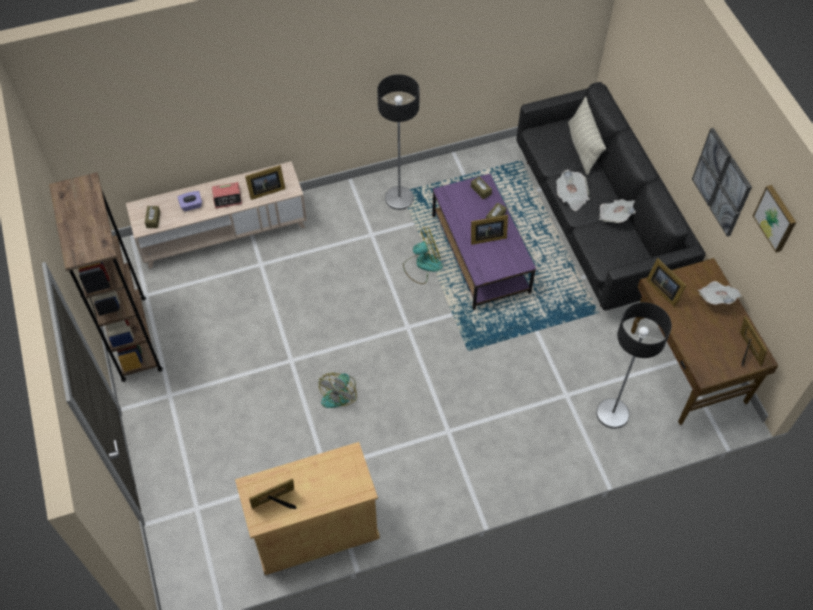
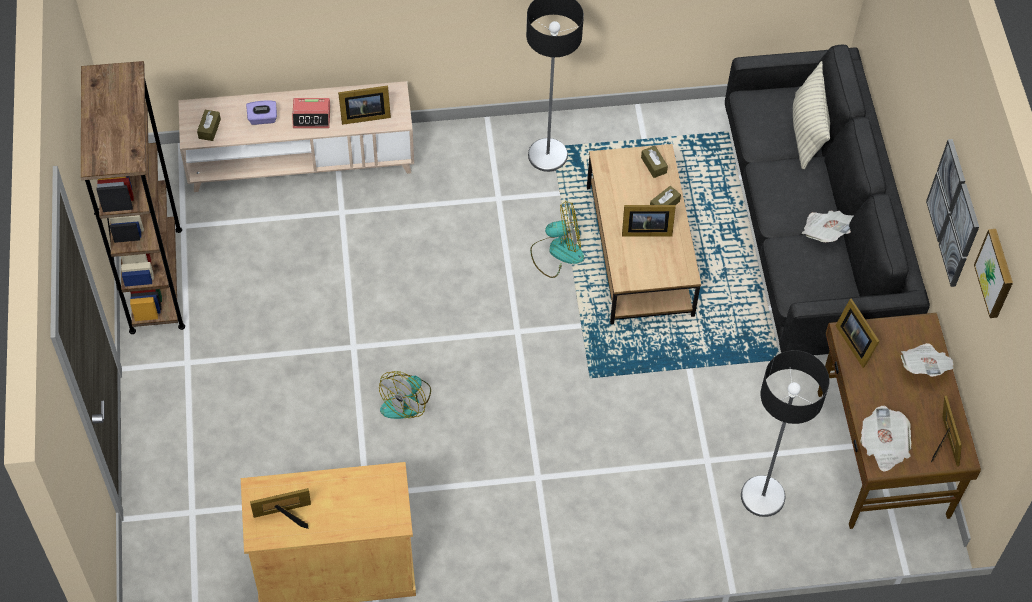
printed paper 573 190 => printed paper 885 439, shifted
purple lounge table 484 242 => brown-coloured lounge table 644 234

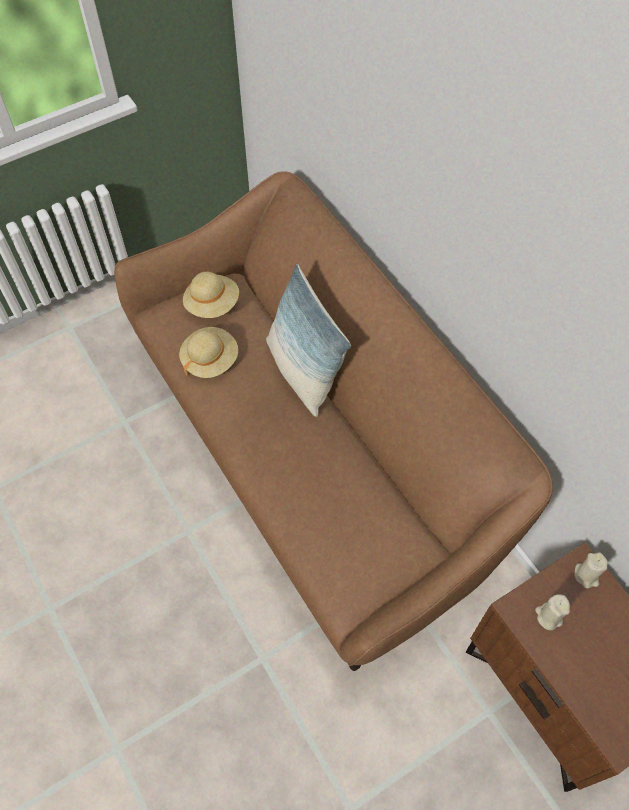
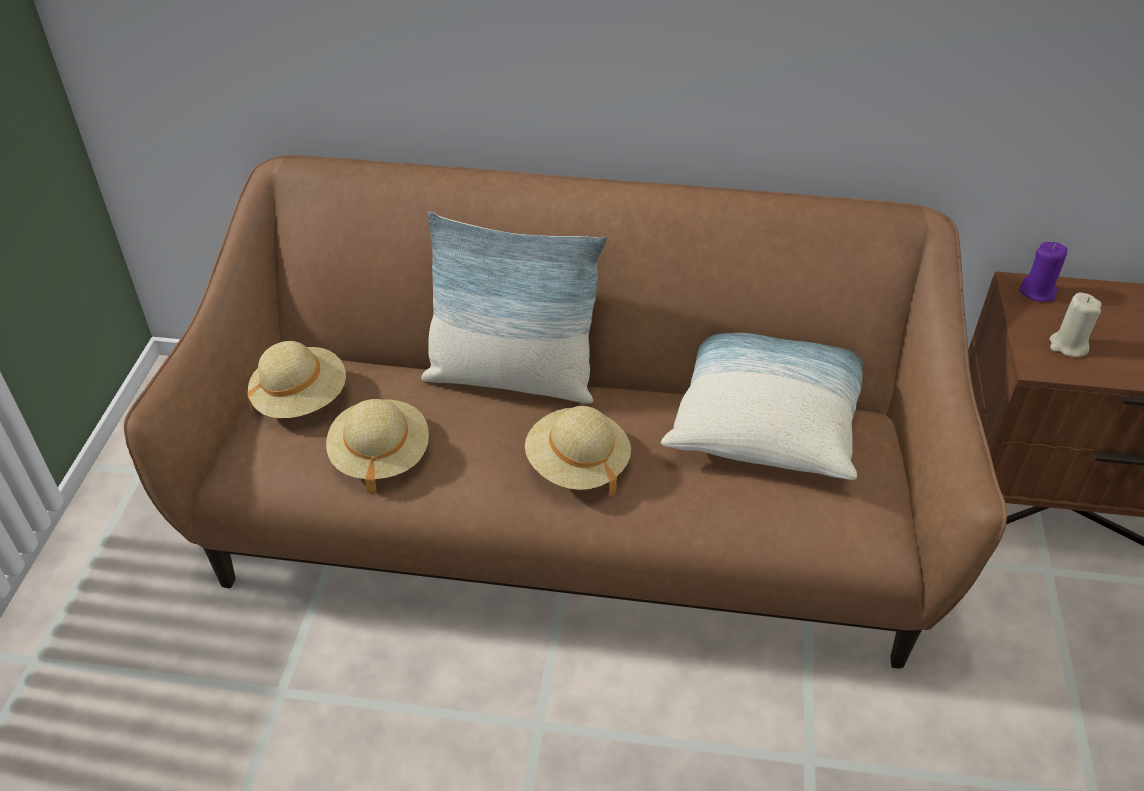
sand-coloured wax candle 591 570 => purple wax candle 1043 272
nothing => pillow 762 406
nothing => sand-coloured hat 578 451

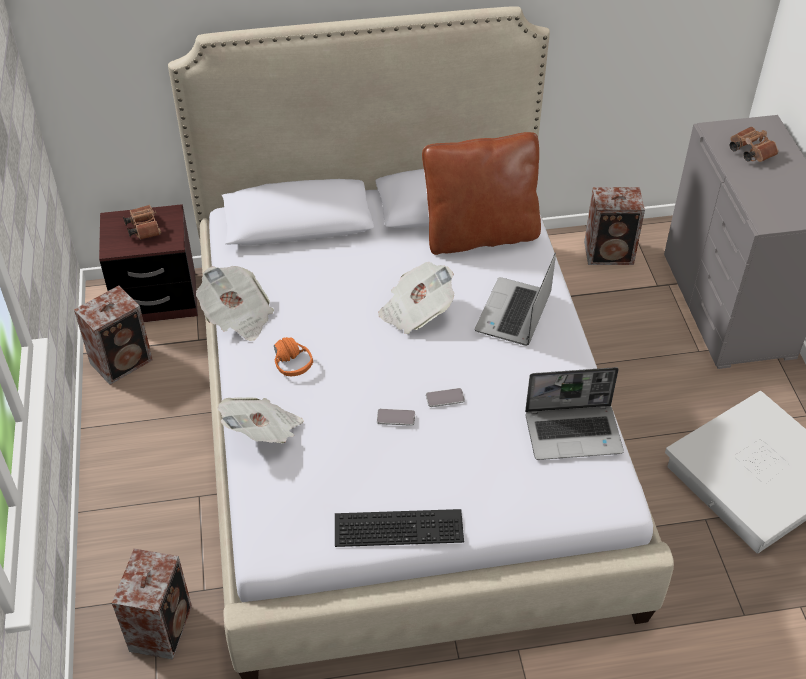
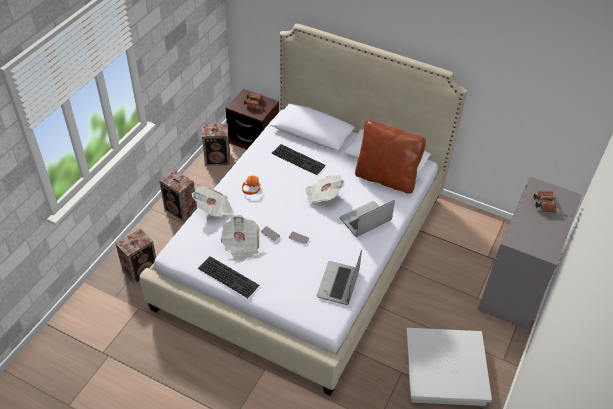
speaker 614 226 => speaker 178 195, shifted
printed paper 235 303 => printed paper 240 239, shifted
portable computer 574 413 => portable computer 339 277, 75 degrees clockwise
nothing => keyboard 299 159

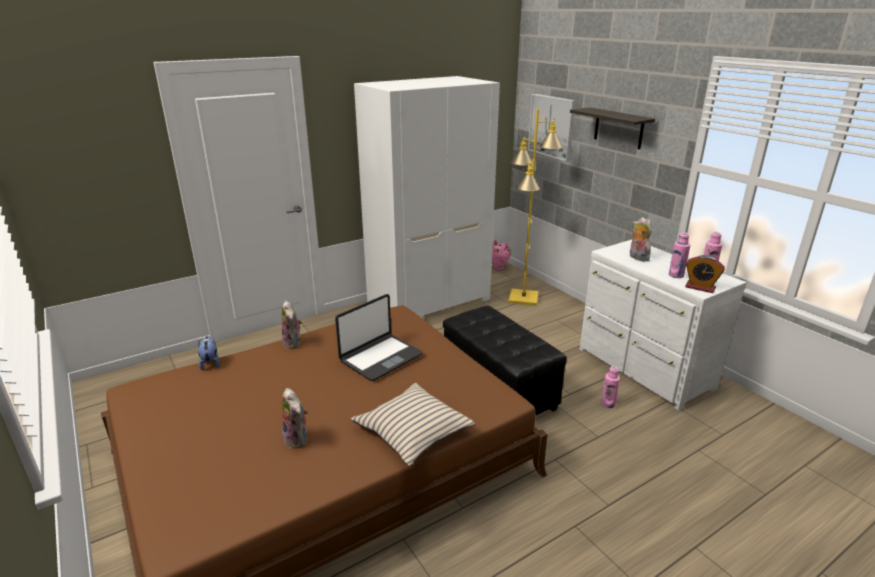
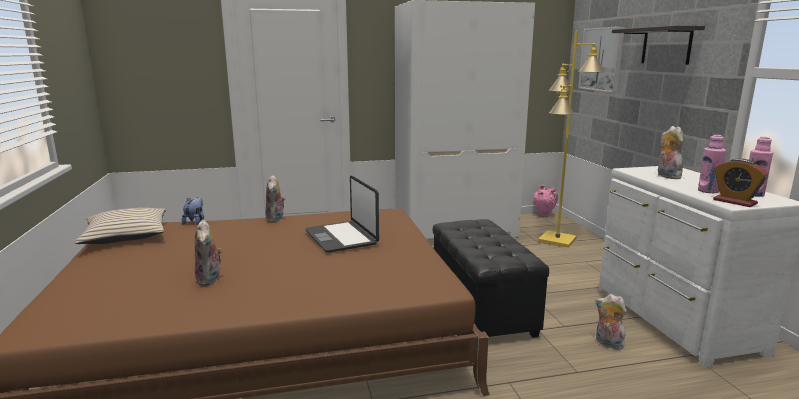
portable computer 379 337 => portable computer 342 214, 90 degrees clockwise
pink drink bottle 610 387 => cuddly toy 611 322
sand-coloured pillow 413 424 => sand-coloured pillow 120 226, shifted

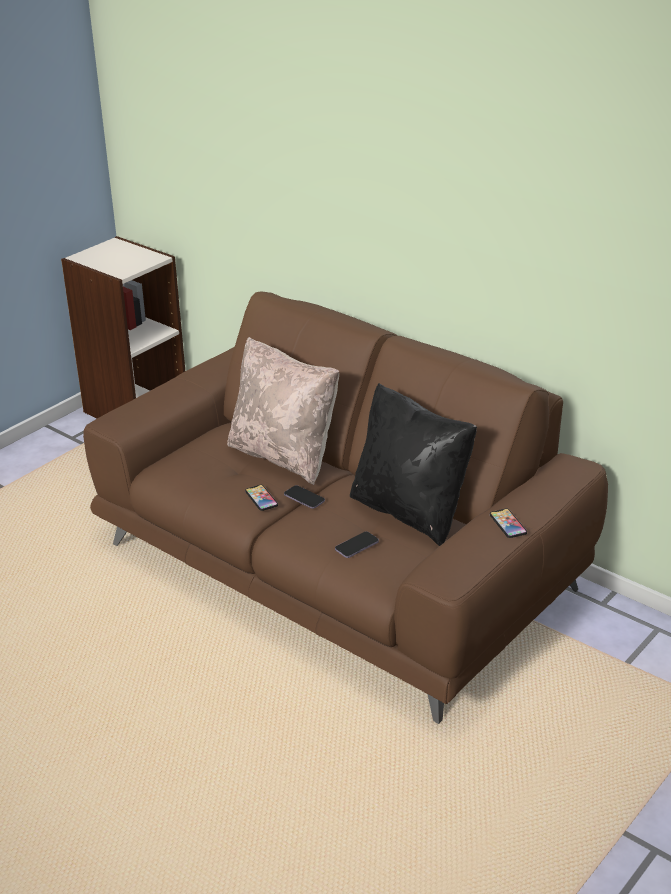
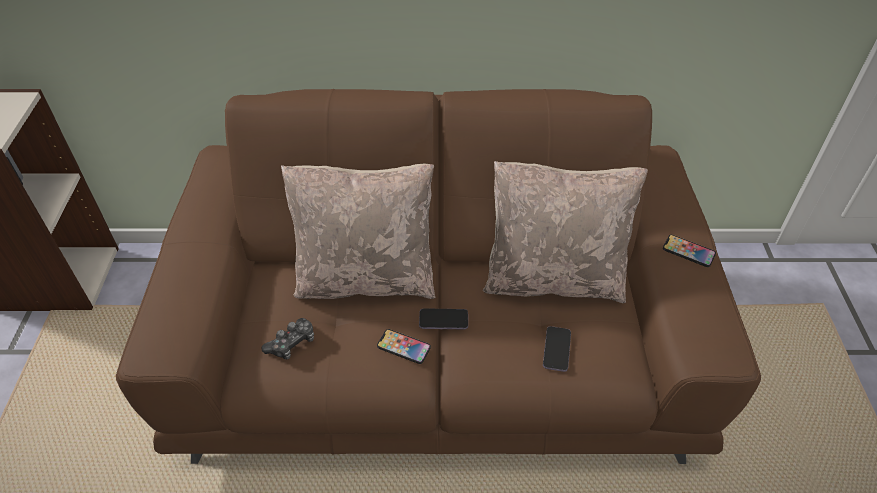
black pillow 413 464 => sand-coloured pillow 565 232
nothing => game controller 287 338

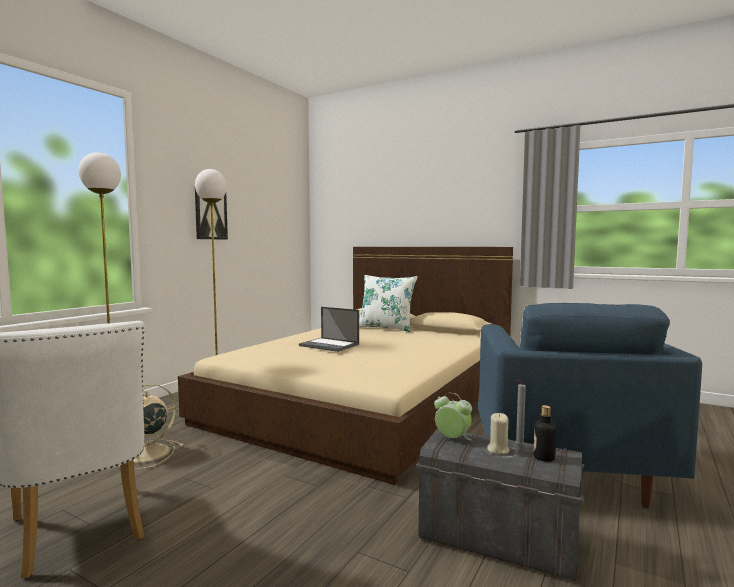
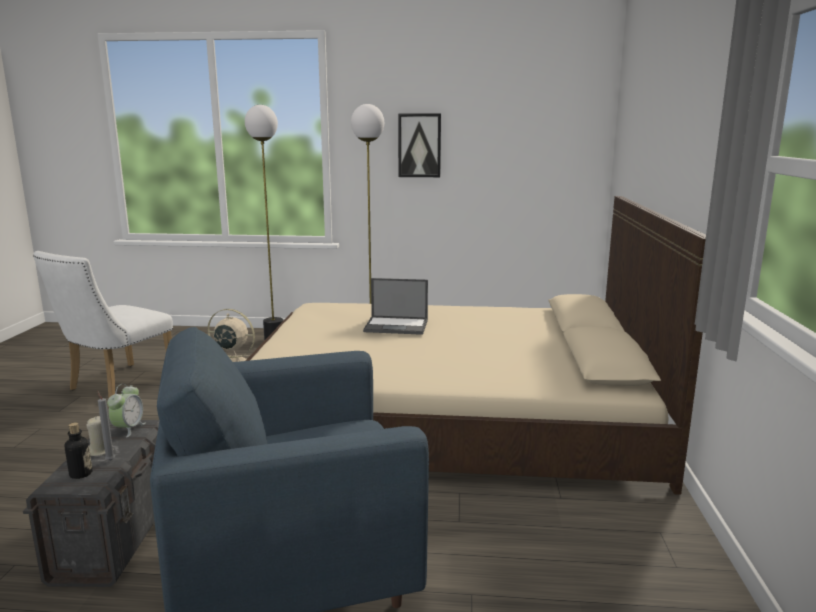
white-coloured pillow 388 303 => nothing
portable computer 329 329 => portable computer 395 306, 90 degrees counterclockwise

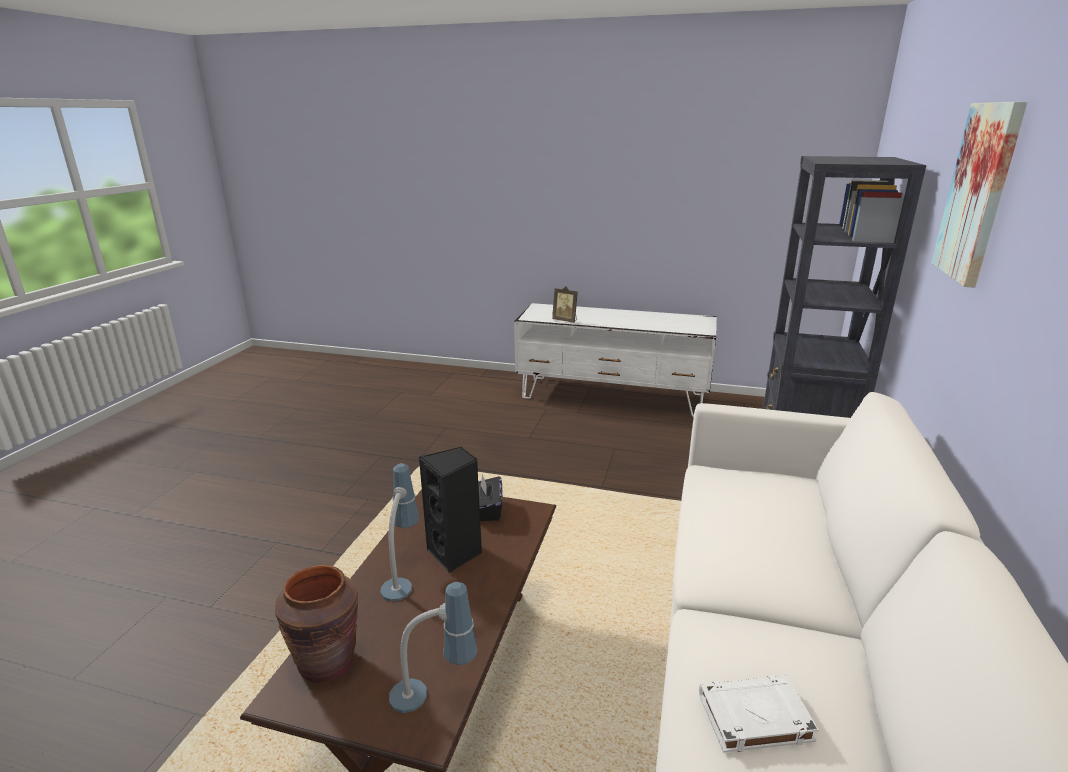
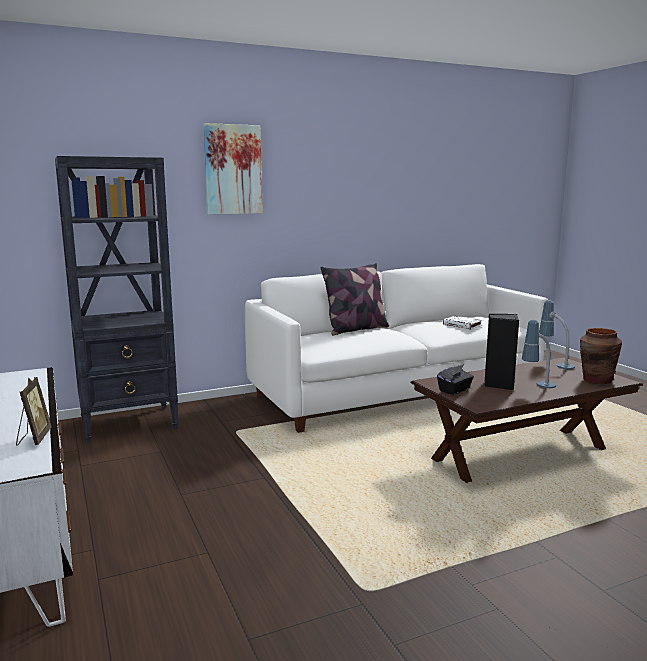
nothing => pillow 355 299

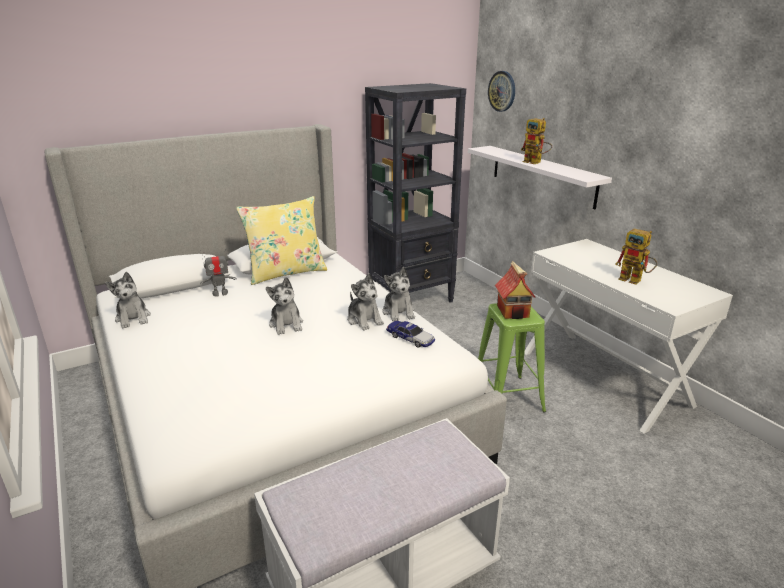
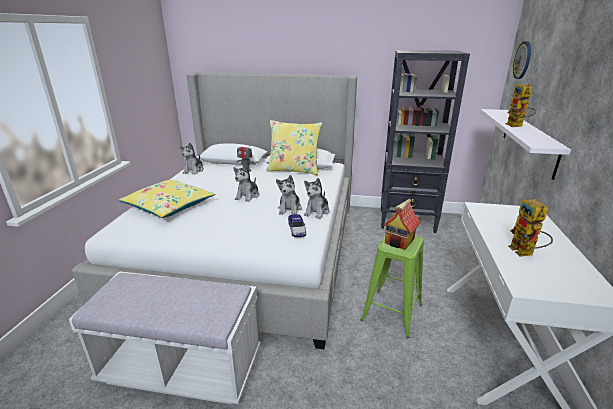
nothing => yellowish pillow 167 199

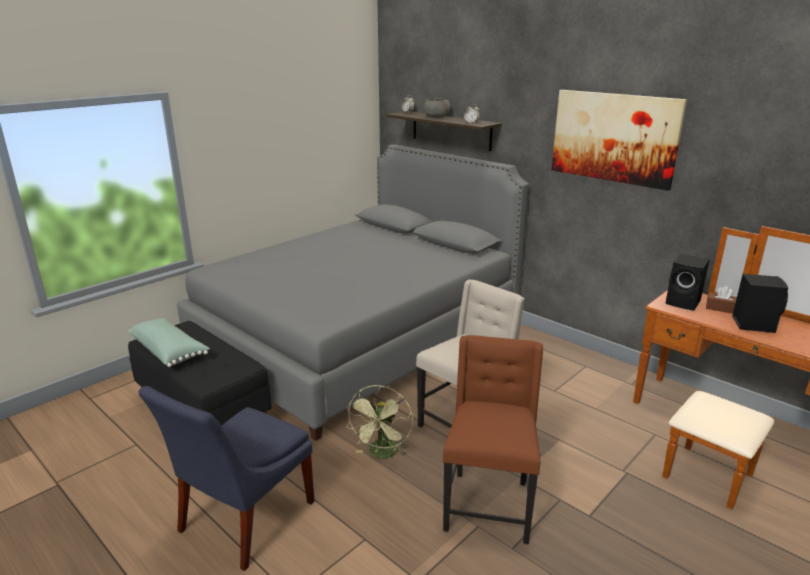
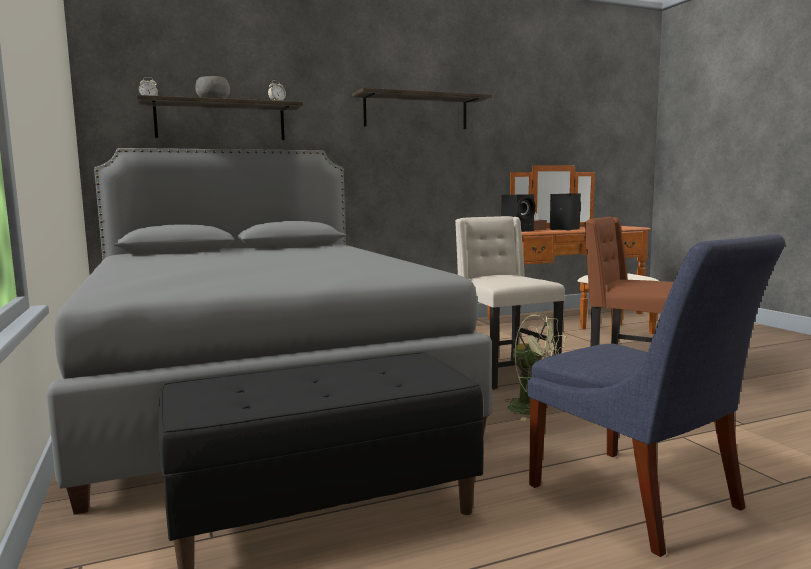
wall picture 619 140 => bracket shelf 422 108
green pillow 169 342 => nothing

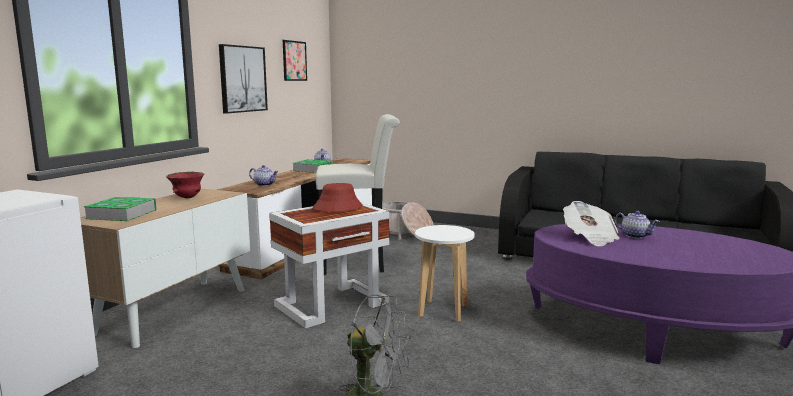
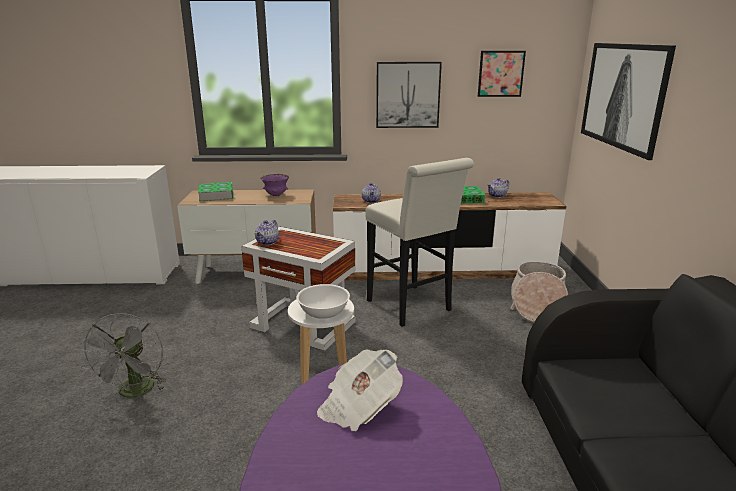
reddish bowl 185 185 => purple bowl 274 185
reddish hat 338 197 => nothing
pot for tea 637 225 => pot for tea 267 232, shifted
nothing => wall picture 628 101
nothing => white-coloured bowl 323 301

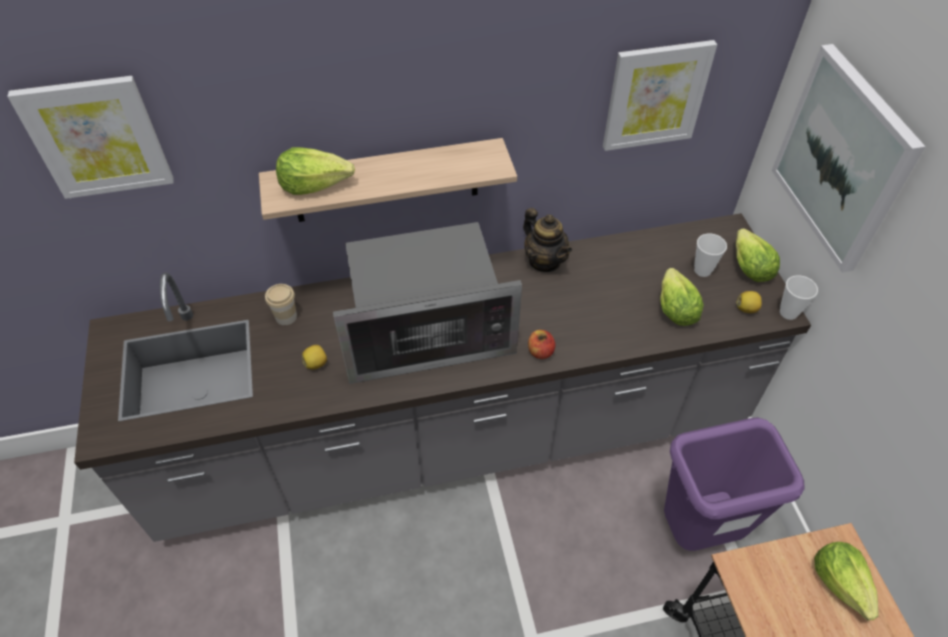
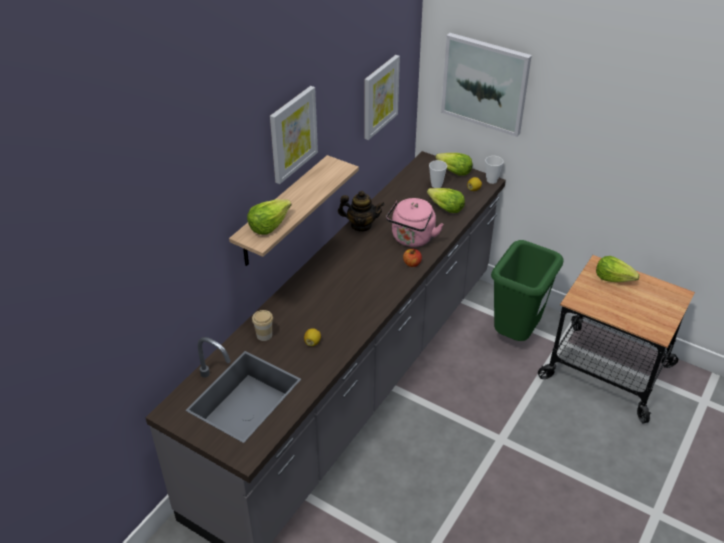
wall picture 90 137 => wall picture 294 135, shifted
microwave 427 303 => nothing
purple trash can 734 484 => green trash can 527 290
nothing => pink tea kettle 415 222

